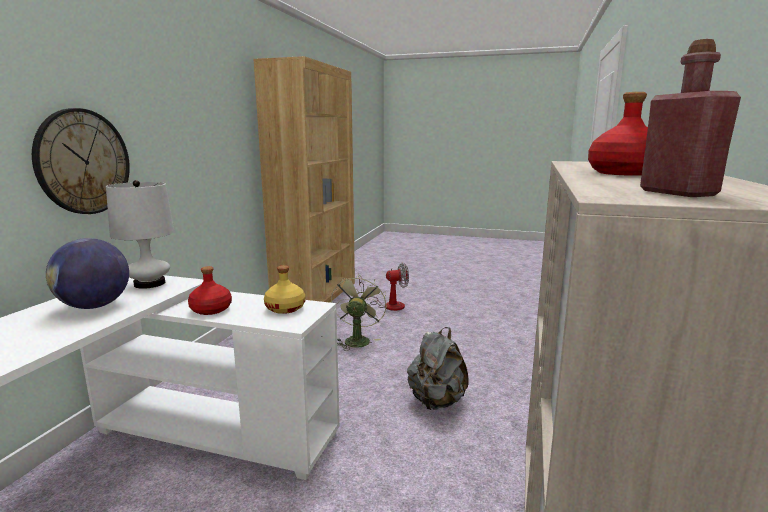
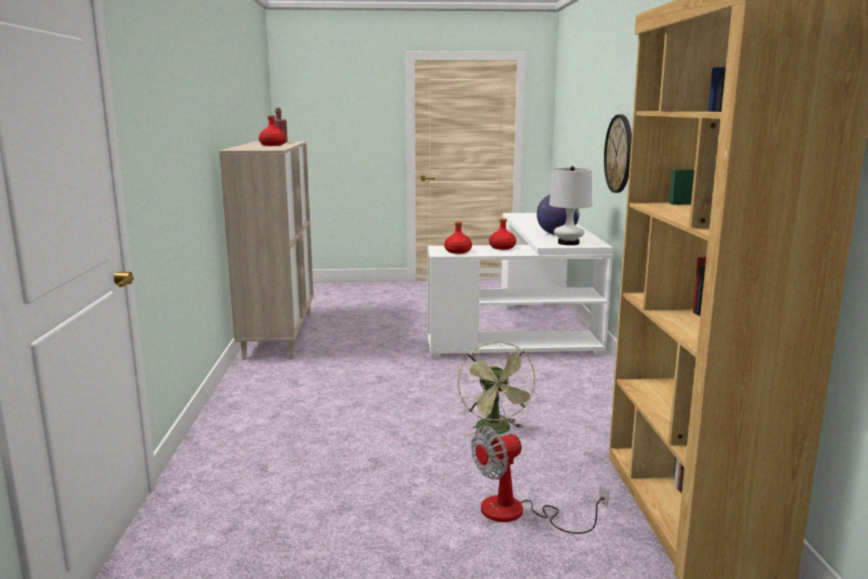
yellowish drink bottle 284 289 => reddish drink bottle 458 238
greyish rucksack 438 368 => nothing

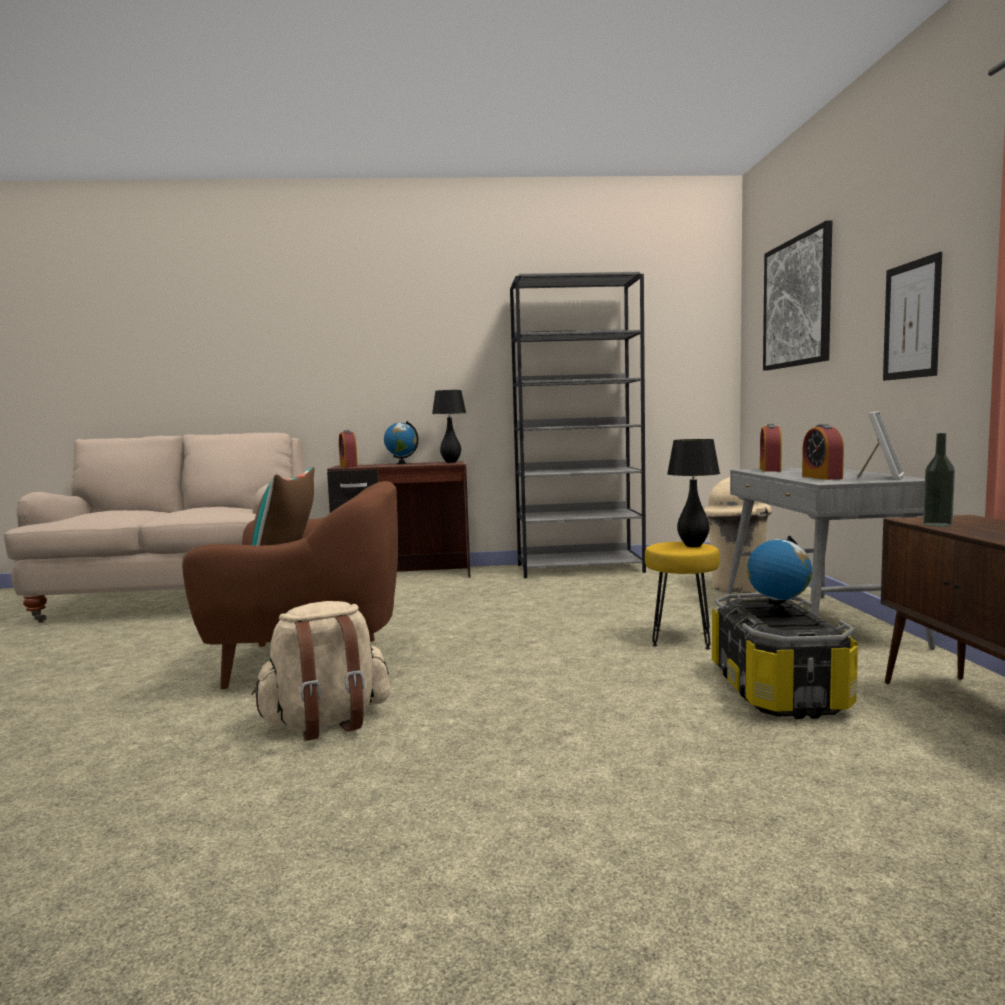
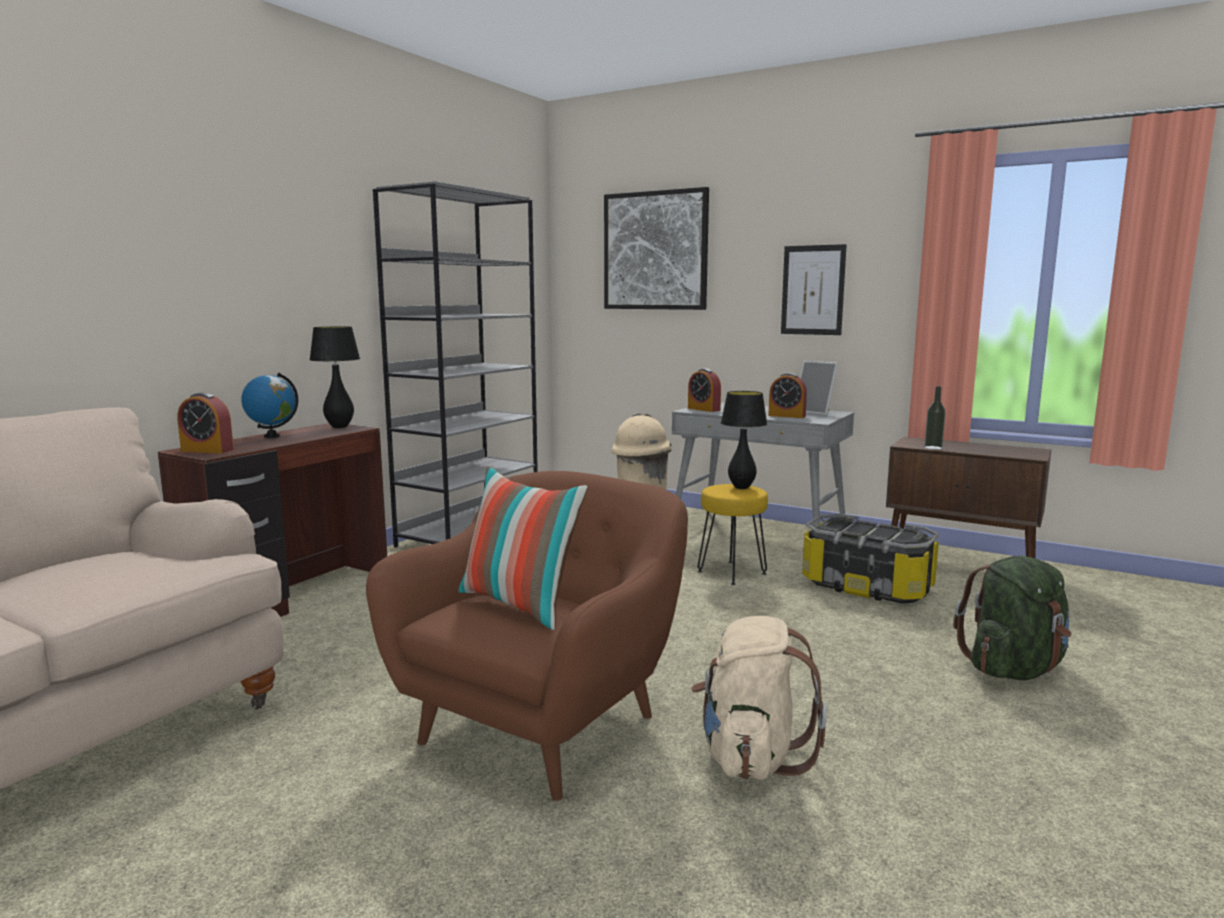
photo frame 880 446 => photo frame 819 388, 150 degrees clockwise
globe 779 576 => nothing
nothing => green rucksack 1012 618

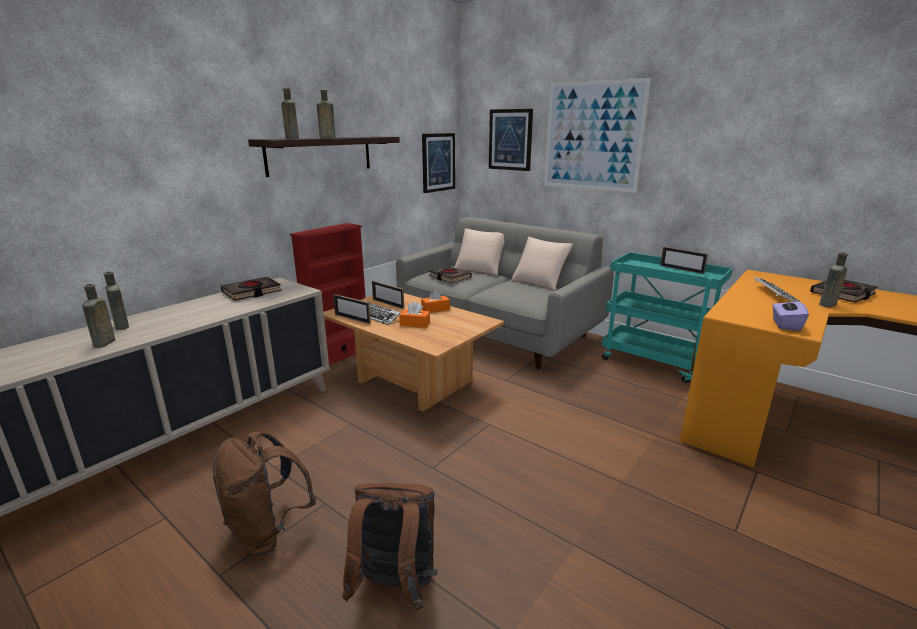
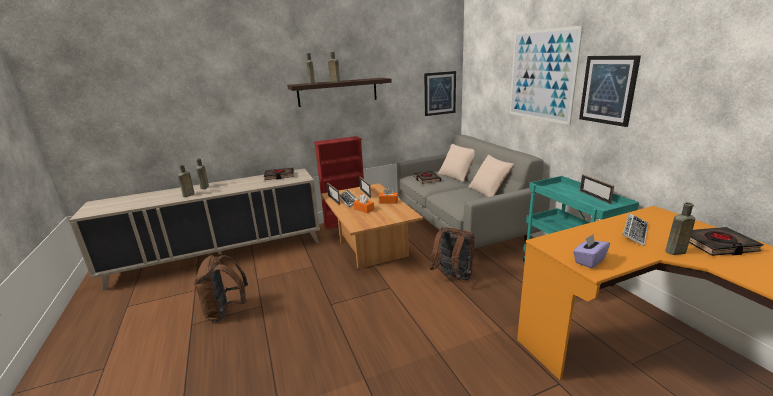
wall picture 511 140 => wall picture 610 91, shifted
brown-coloured rucksack 390 547 => brown-coloured rucksack 452 253, shifted

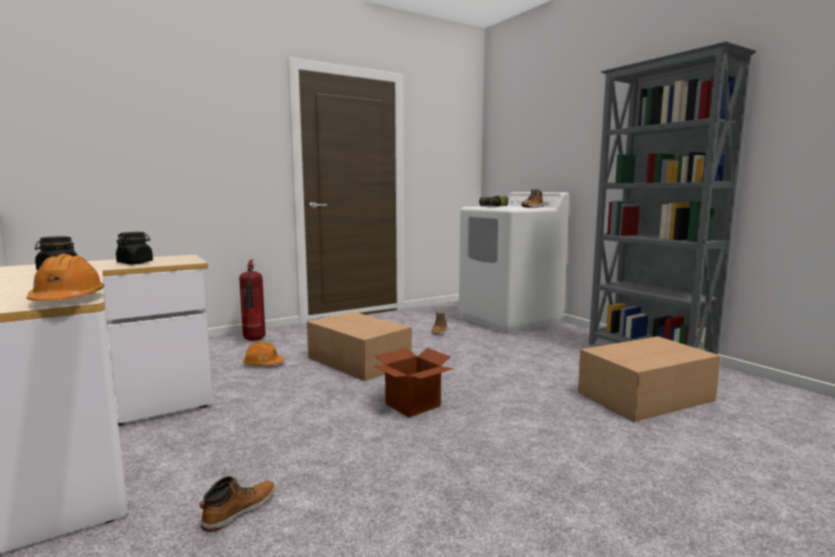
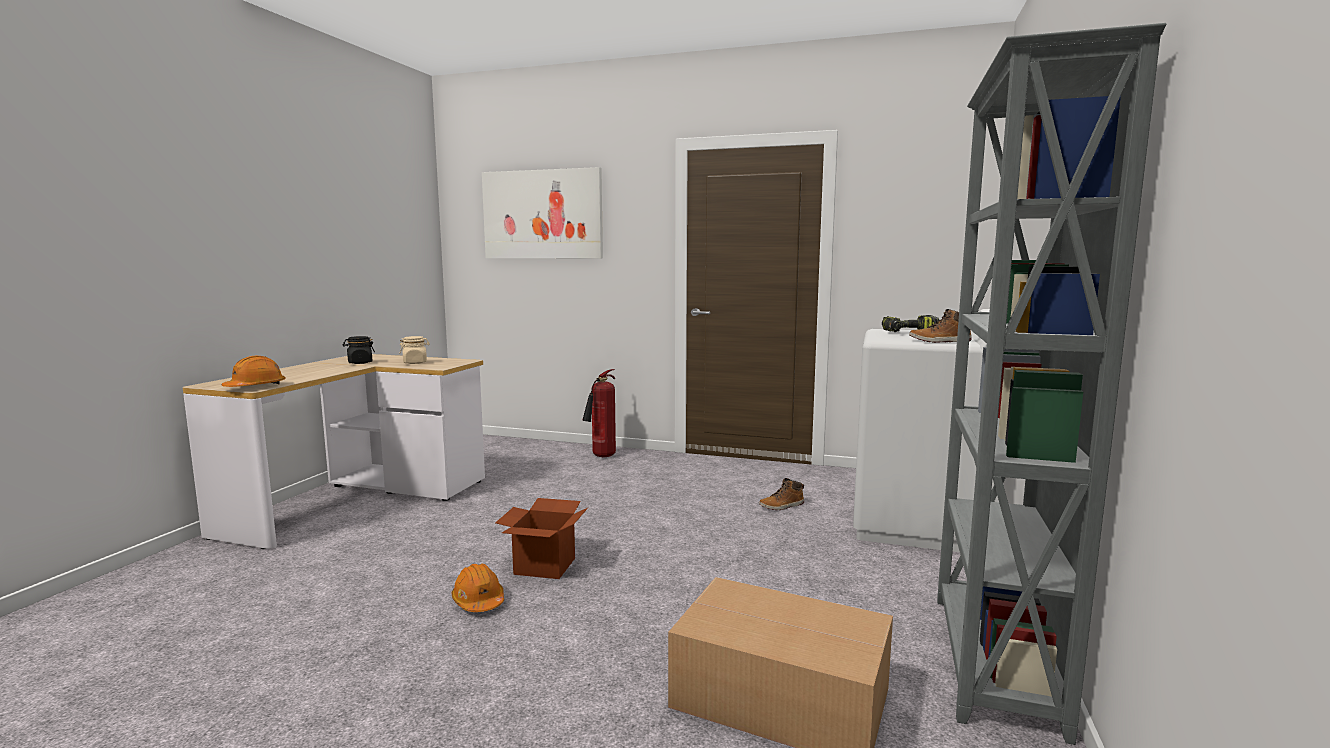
black storage jar 134 248 => sand-coloured storage jar 414 350
cardboard box 359 346 => nothing
orangey work helmet 263 353 => orangey work helmet 477 588, shifted
boot 237 504 => nothing
nothing => wall picture 542 212

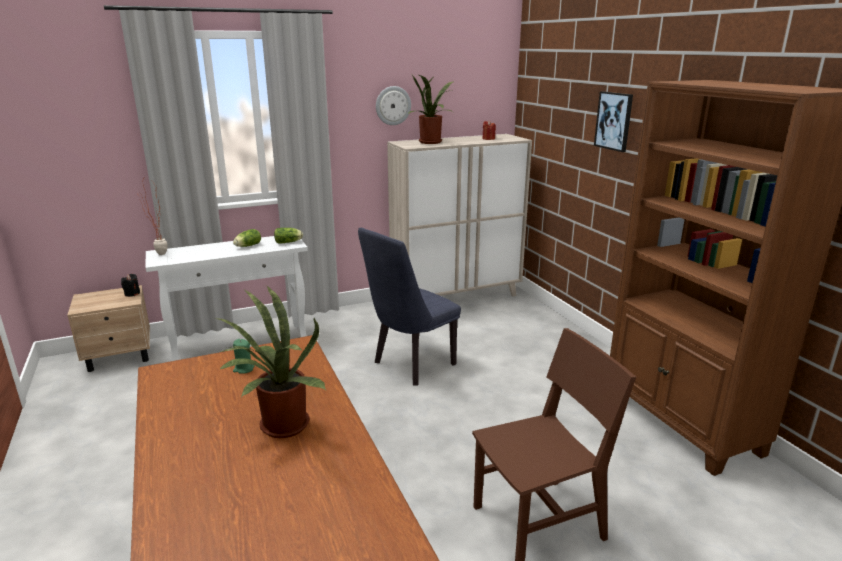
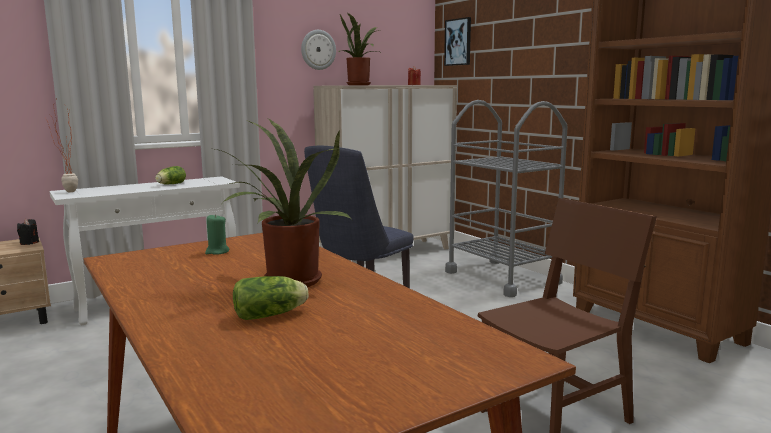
wall picture 613 121 => wall picture 457 41, shifted
head of lettuce 288 235 => head of lettuce 271 298, shifted
nothing => greyish wheeled cart 506 198

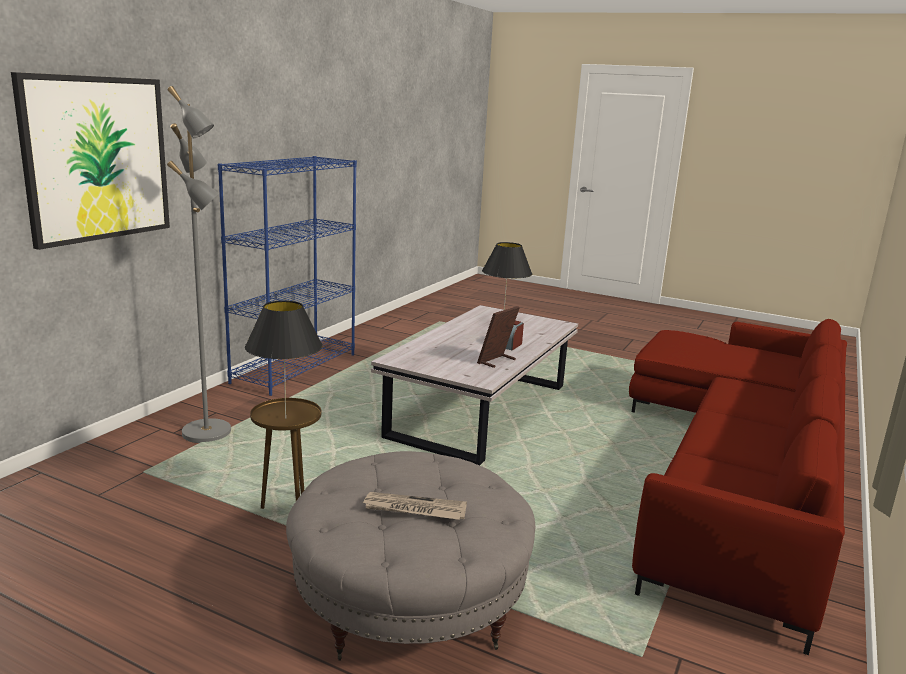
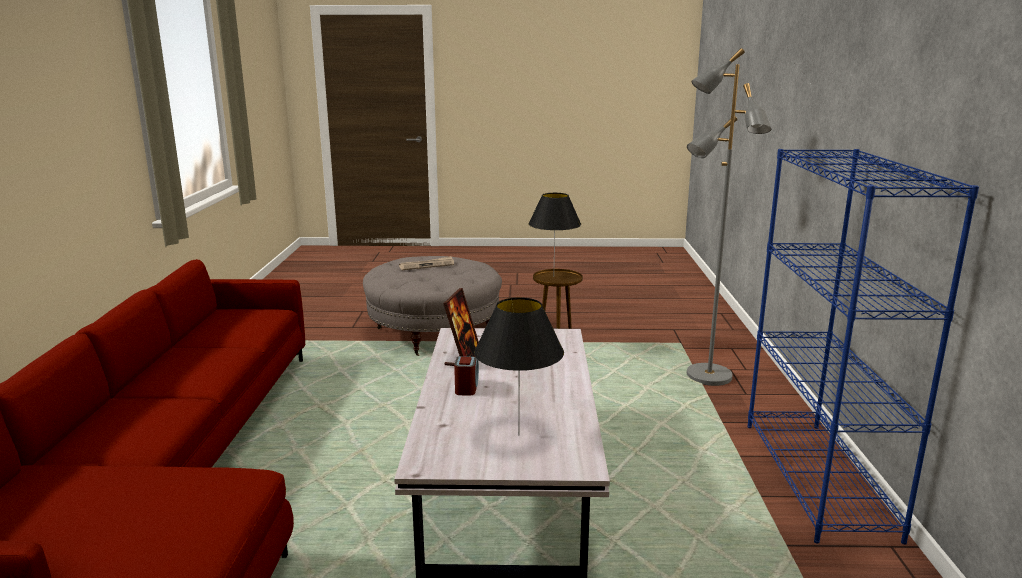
wall picture 90 161 => nothing

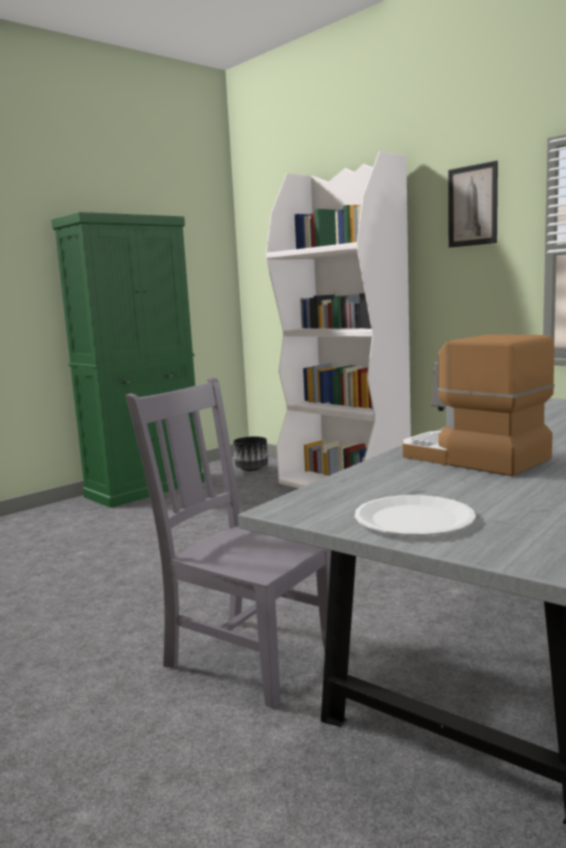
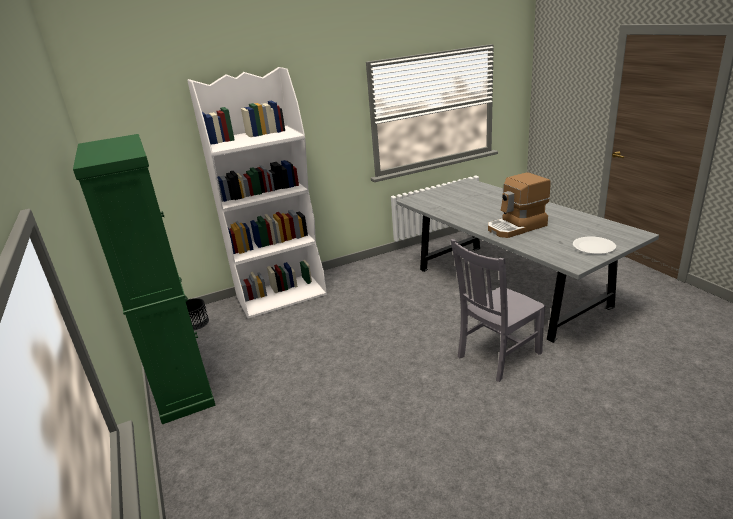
wall picture 473 204 => nothing

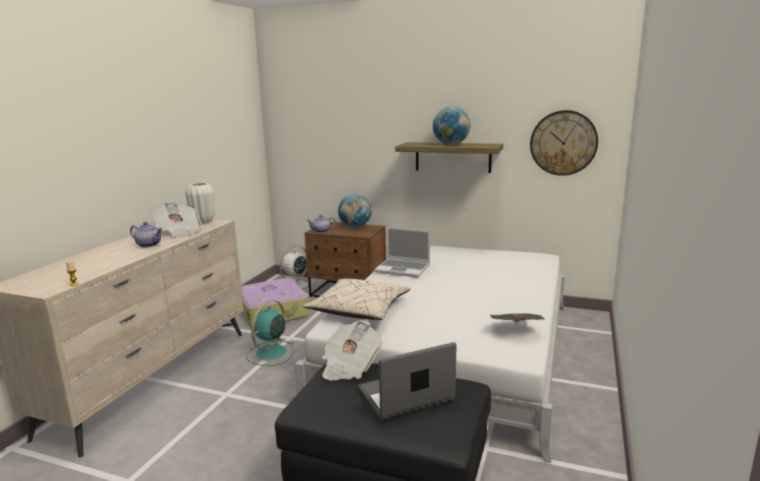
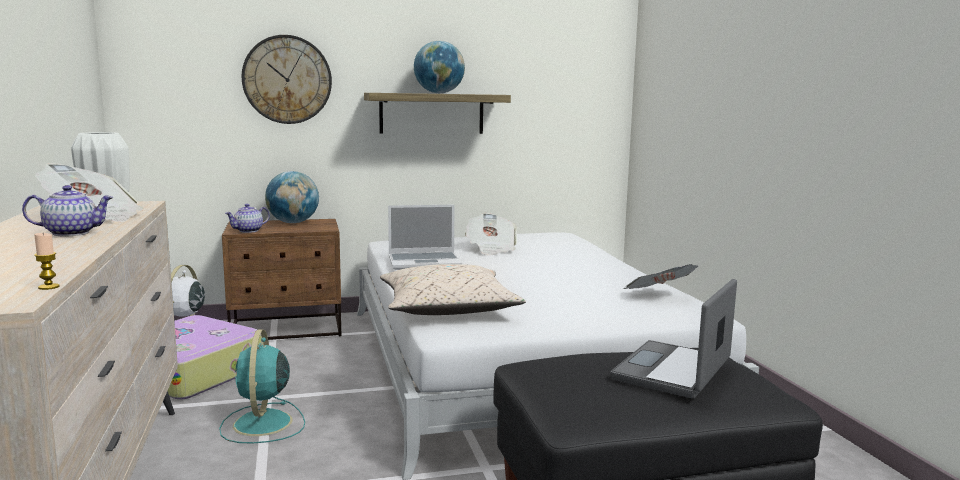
wall clock 564 143 => wall clock 287 79, shifted
printed paper 352 350 => printed paper 491 234, shifted

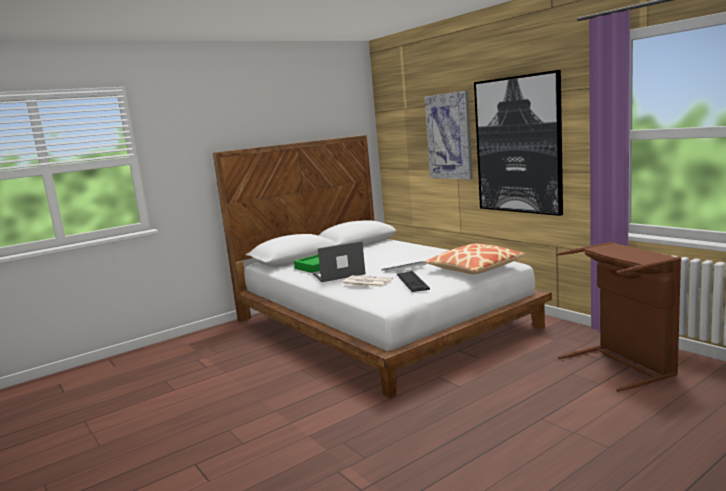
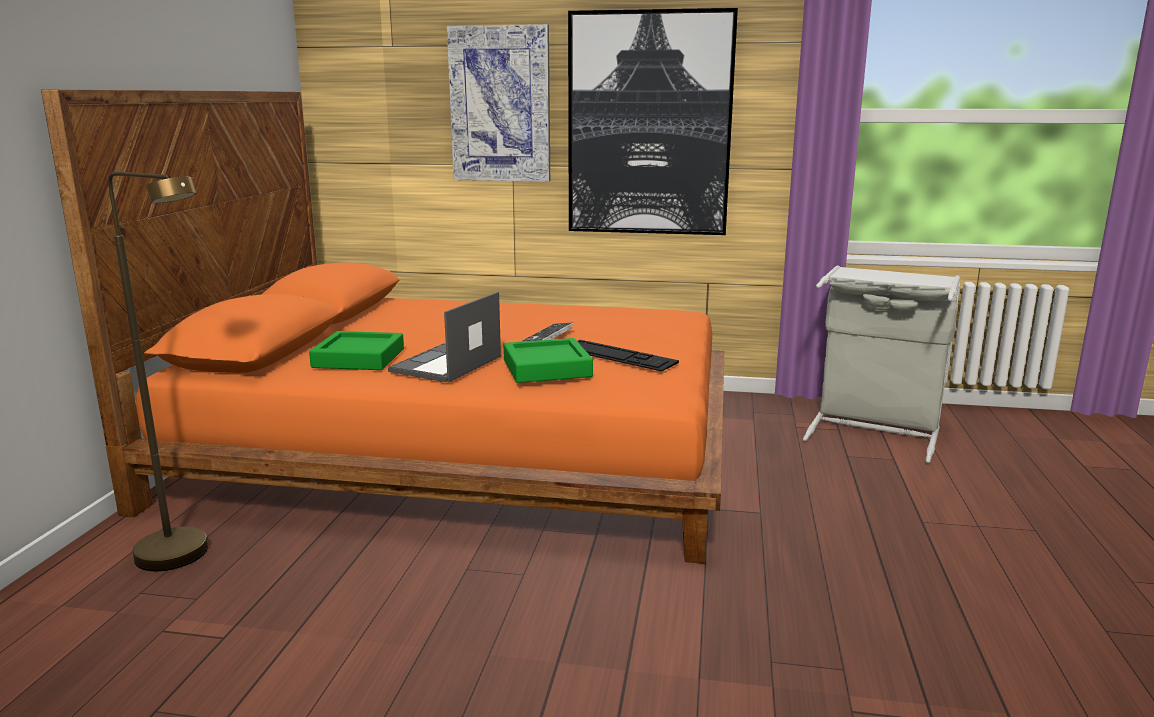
white-coloured bed 382 266 => orangey bed 382 326
brown-coloured laundry basket 618 317 => greyish laundry basket 882 364
pillow 475 259 => nothing
printed paper 368 281 => green tray 548 360
nothing => brown-coloured floor lamp 158 371

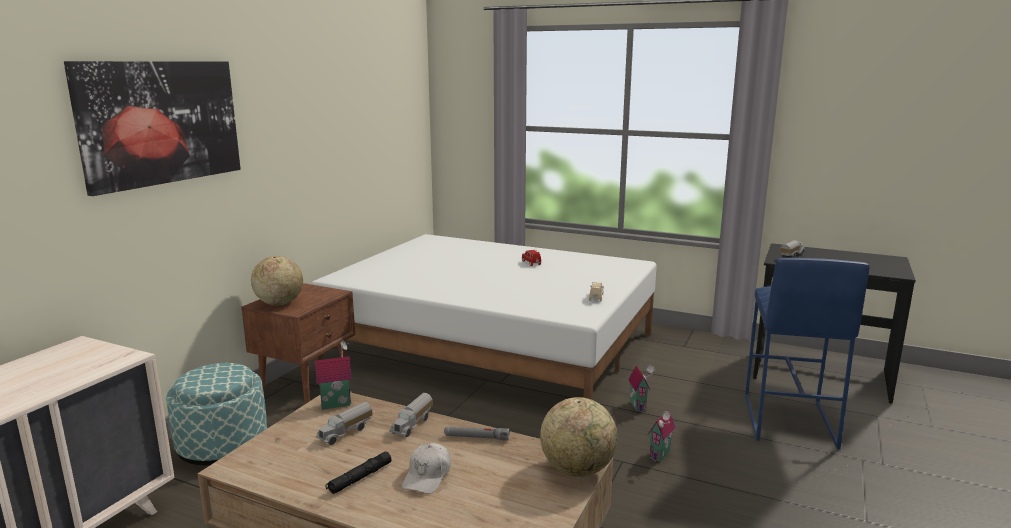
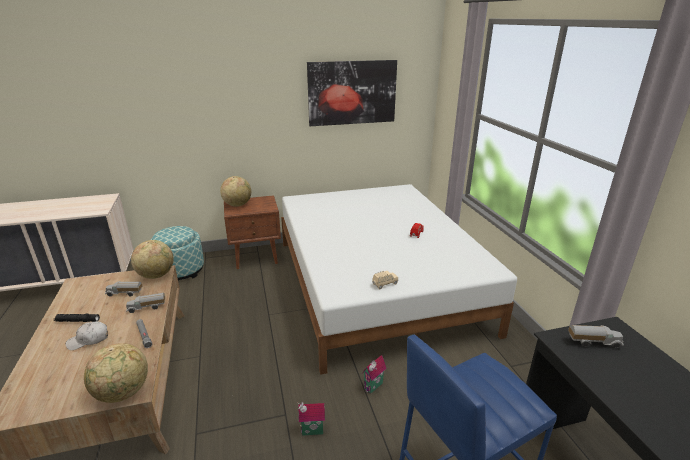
wall picture 152 128 => wall picture 352 93, shifted
miniature house 333 375 => globe 152 259

